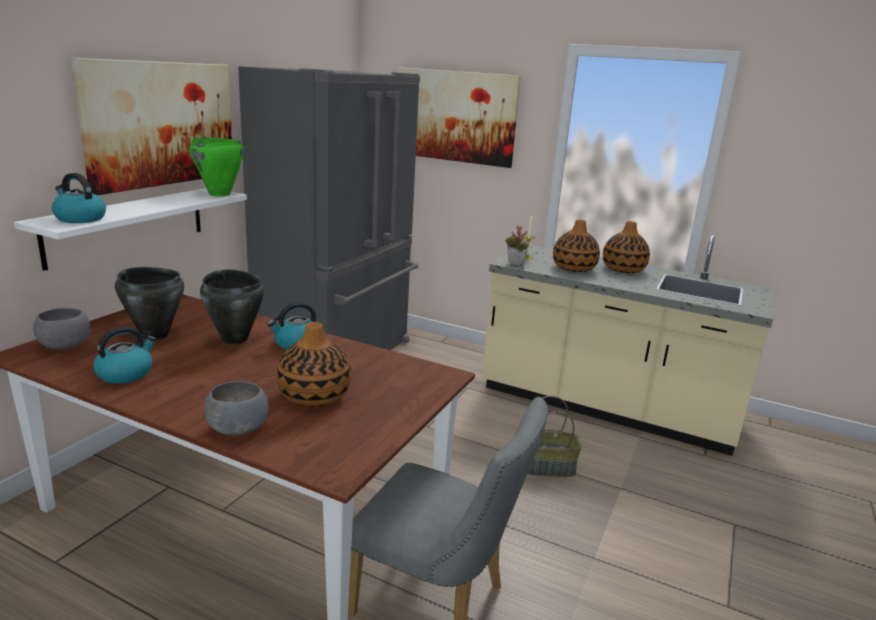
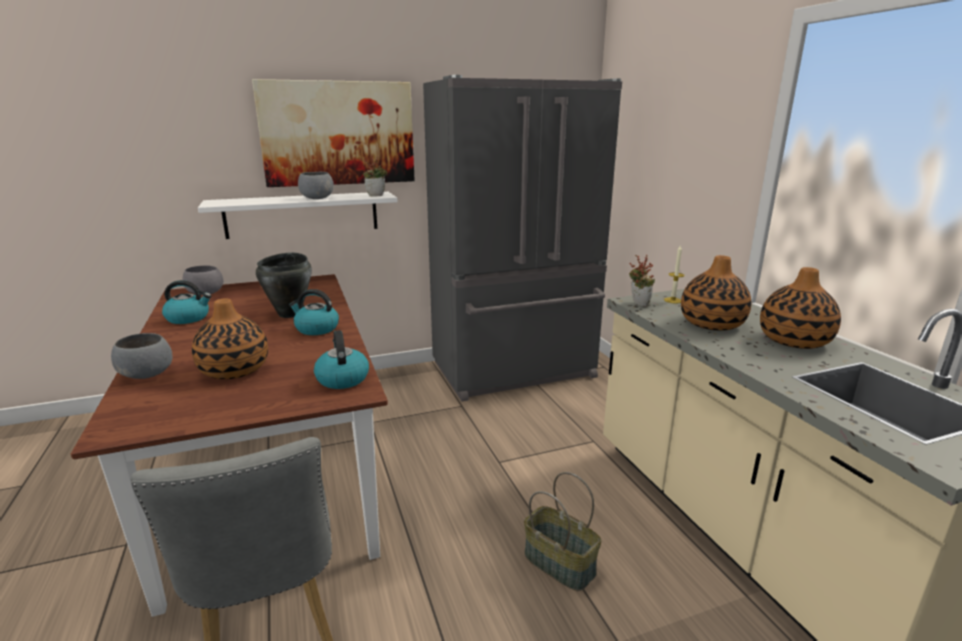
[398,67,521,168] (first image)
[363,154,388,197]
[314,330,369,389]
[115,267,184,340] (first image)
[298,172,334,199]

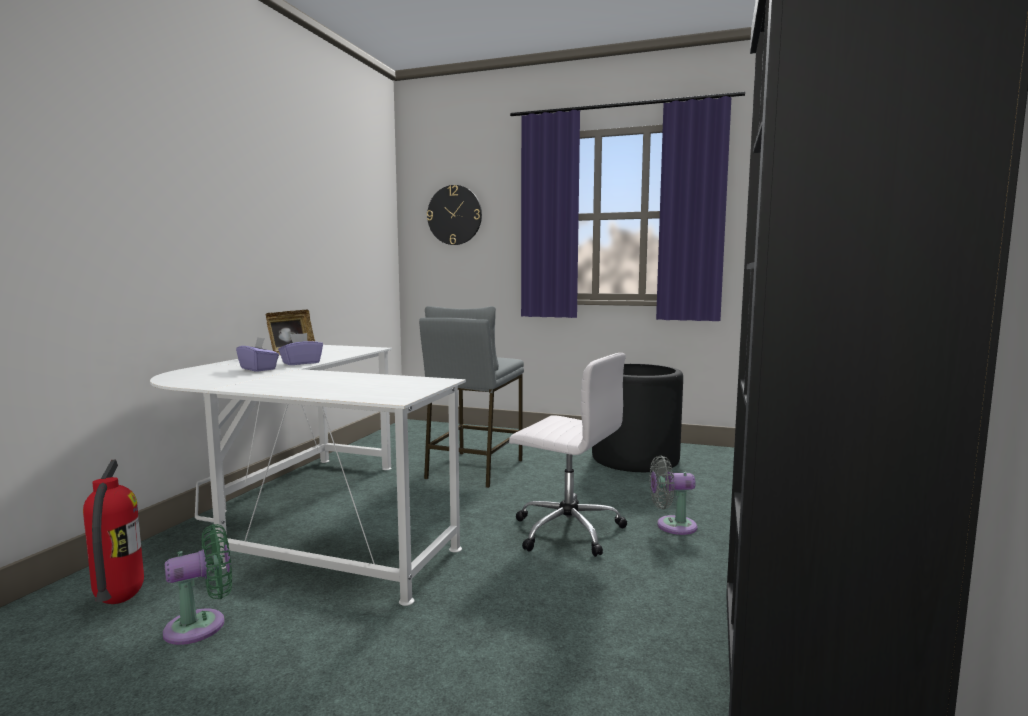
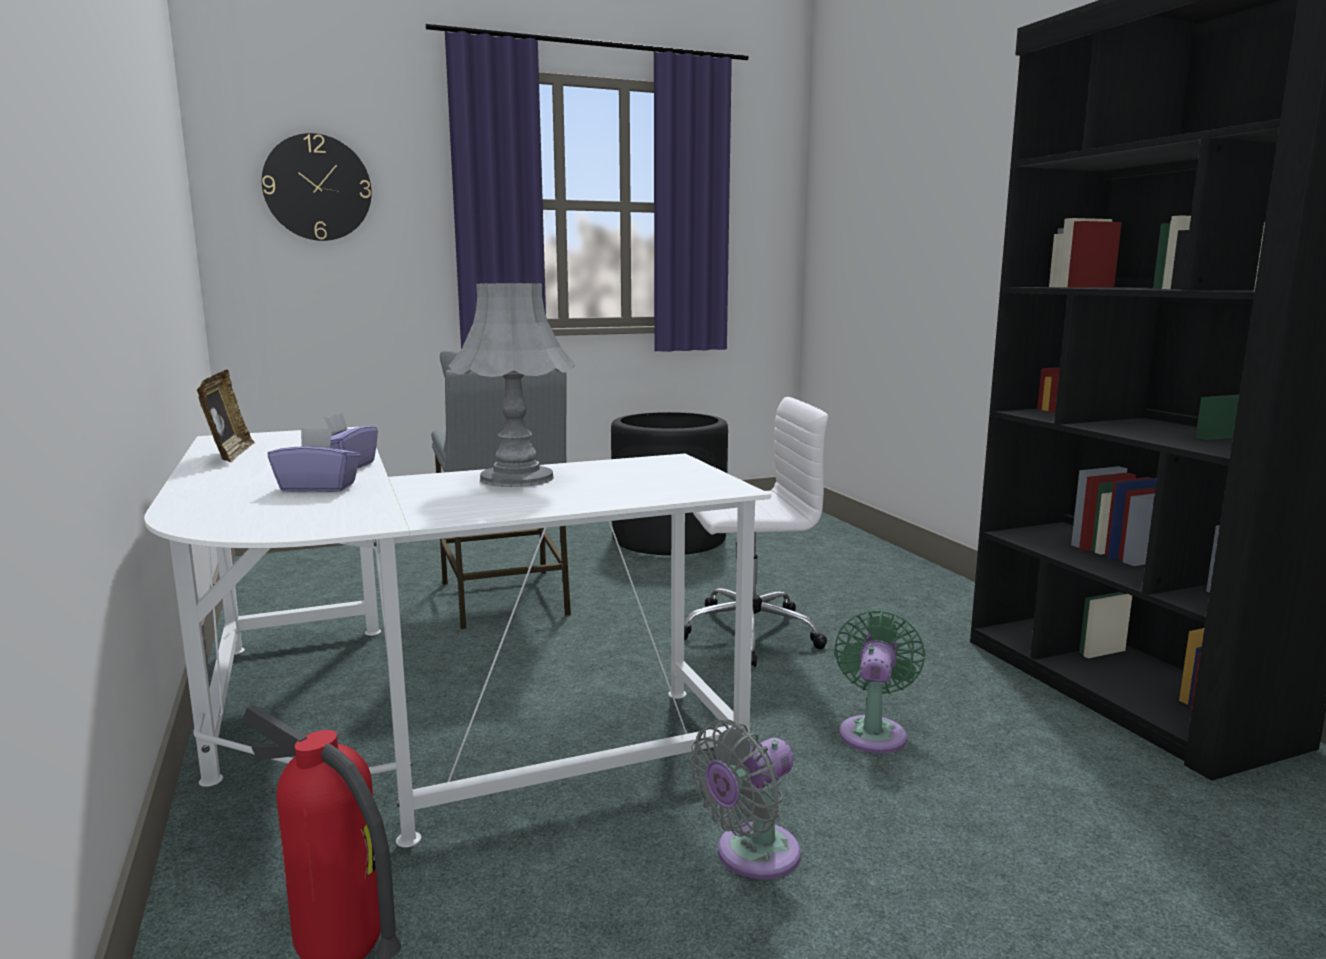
[690,720,801,879]
[834,610,926,753]
[449,283,575,487]

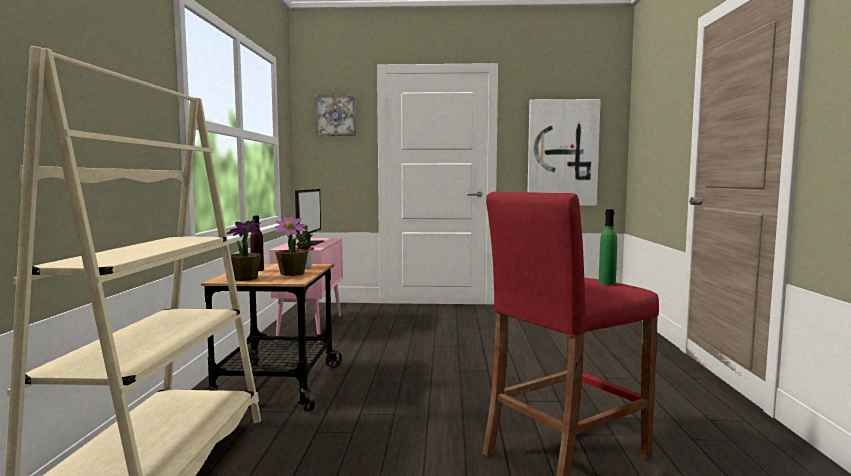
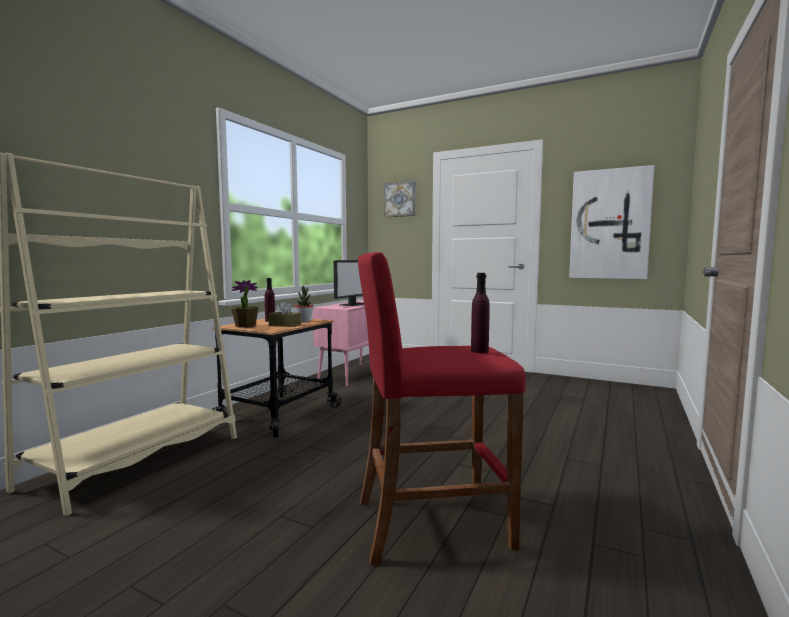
[471,273,490,353]
[268,301,301,327]

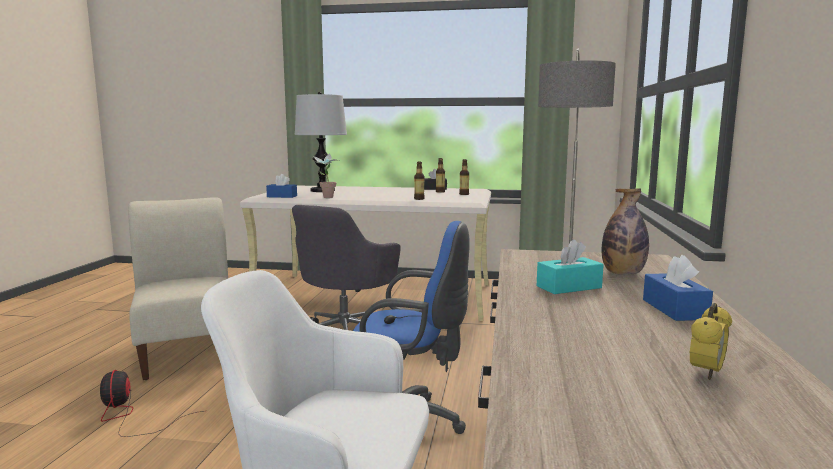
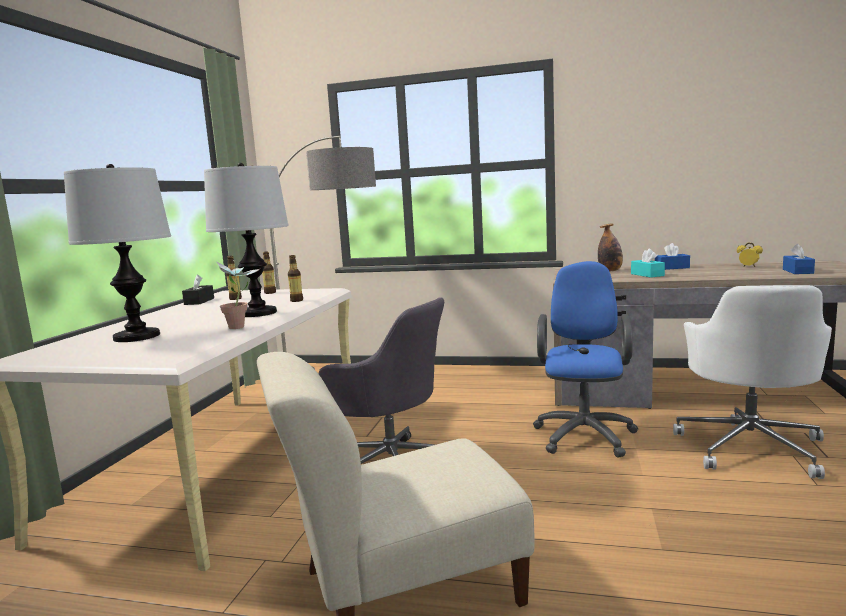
[783,244,815,274]
[100,370,203,437] (first image)
[204,163,289,317]

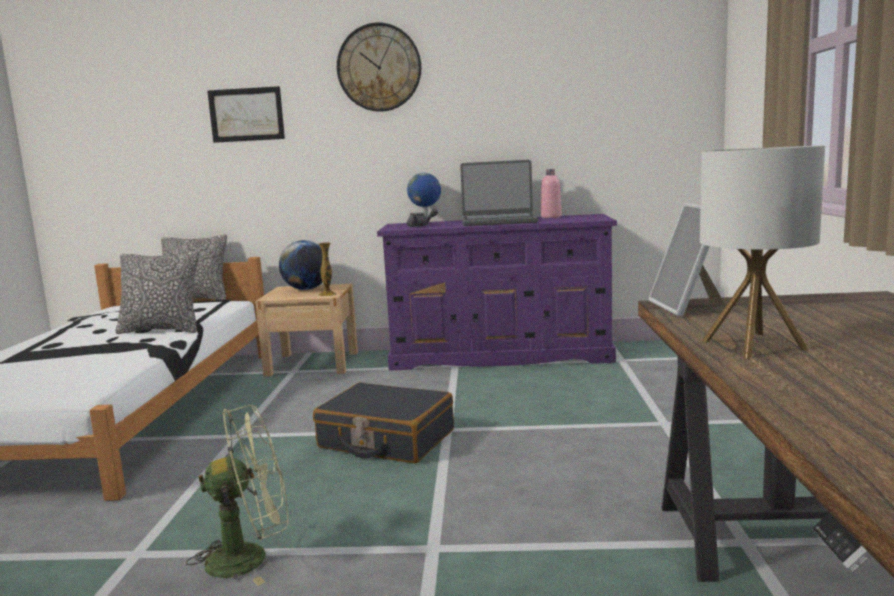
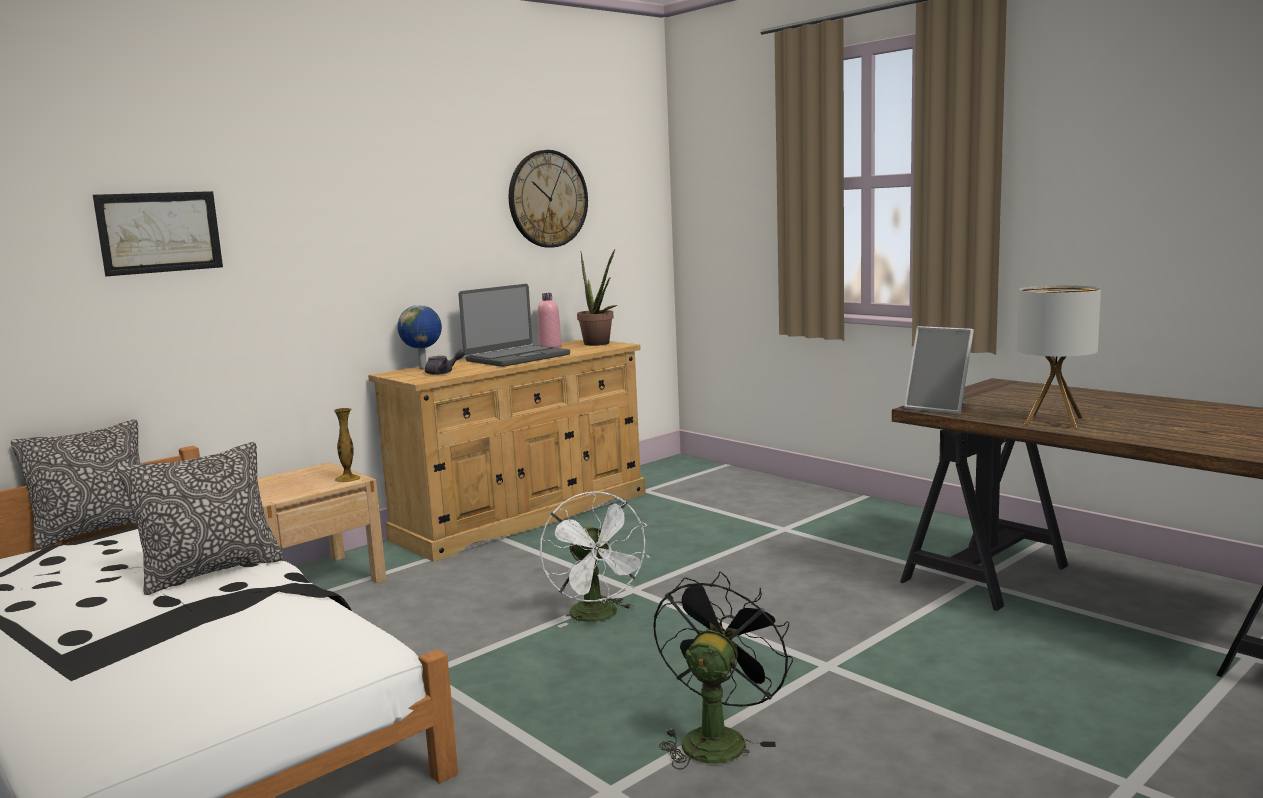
[509,150,588,247]
[368,339,646,562]
[279,240,322,290] (first image)
[540,491,650,628]
[653,571,793,770]
[577,249,617,346]

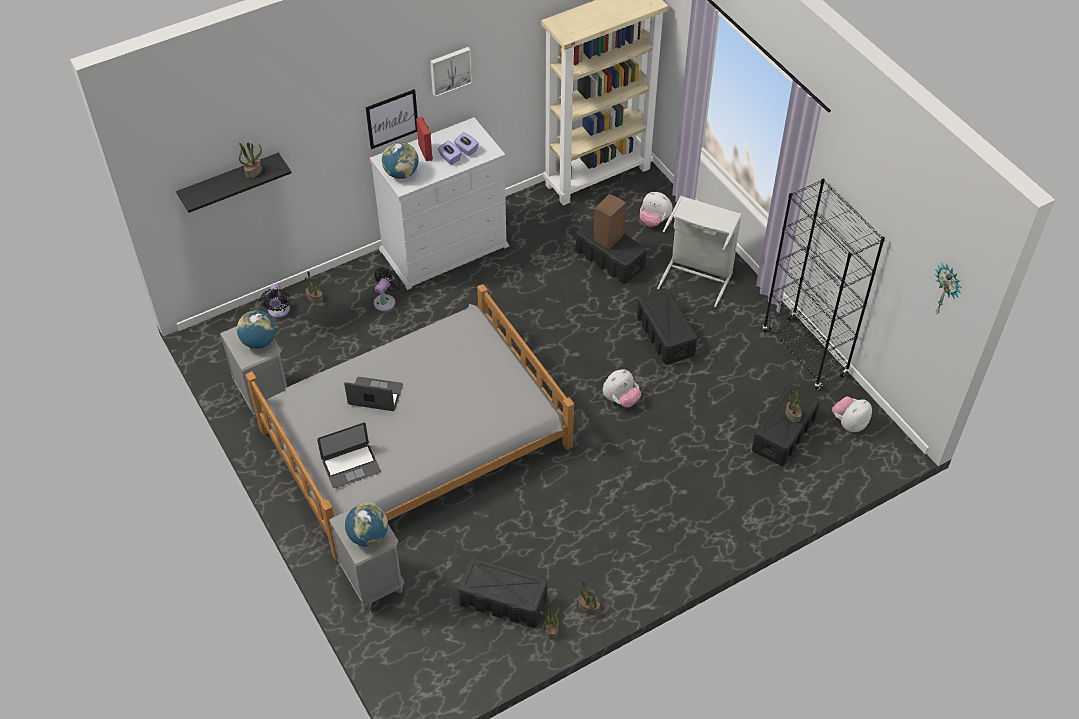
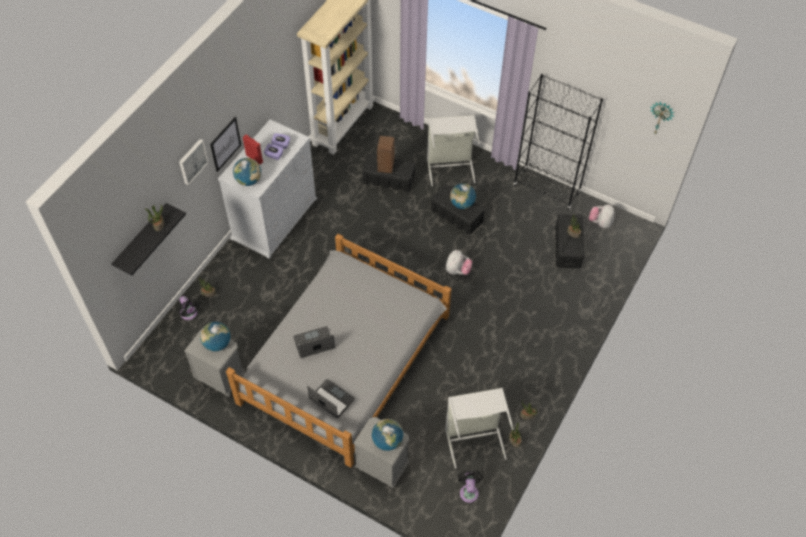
[179,139,209,185]
[640,192,672,227] (first image)
[457,470,483,503]
[307,379,355,418]
[445,388,514,469]
[450,183,476,209]

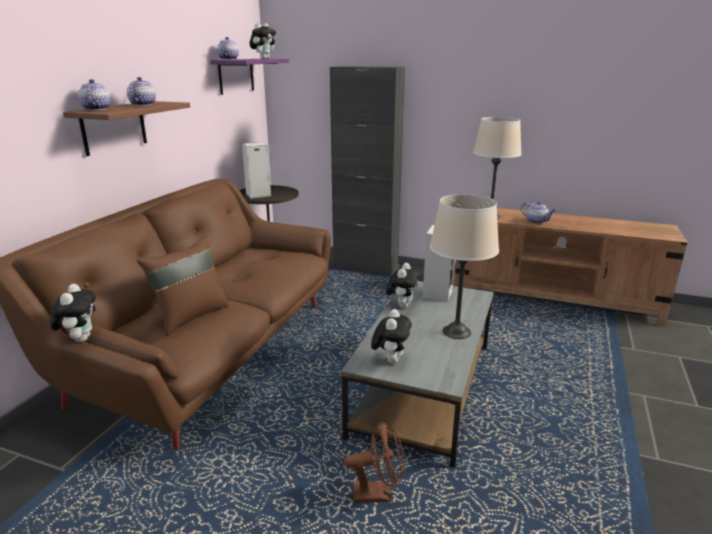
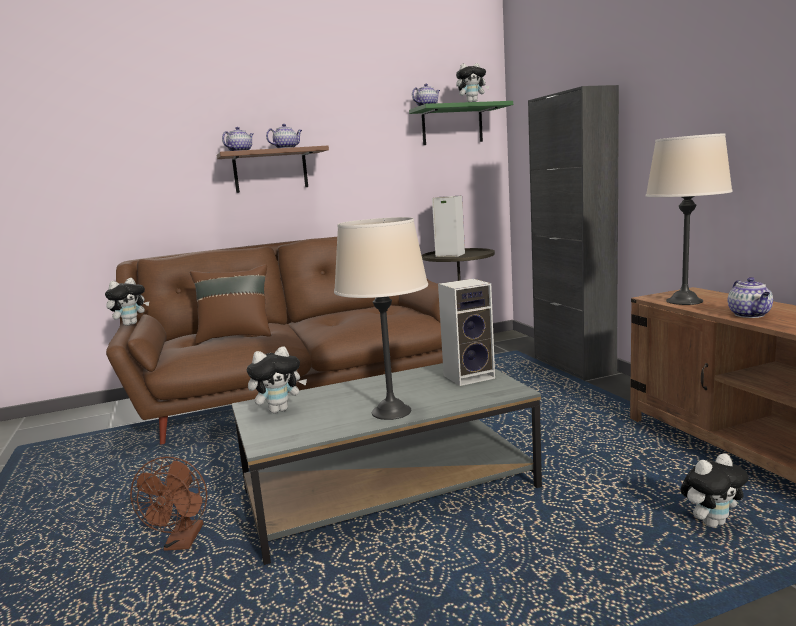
[409,101,513,145]
[681,453,749,528]
[130,456,207,551]

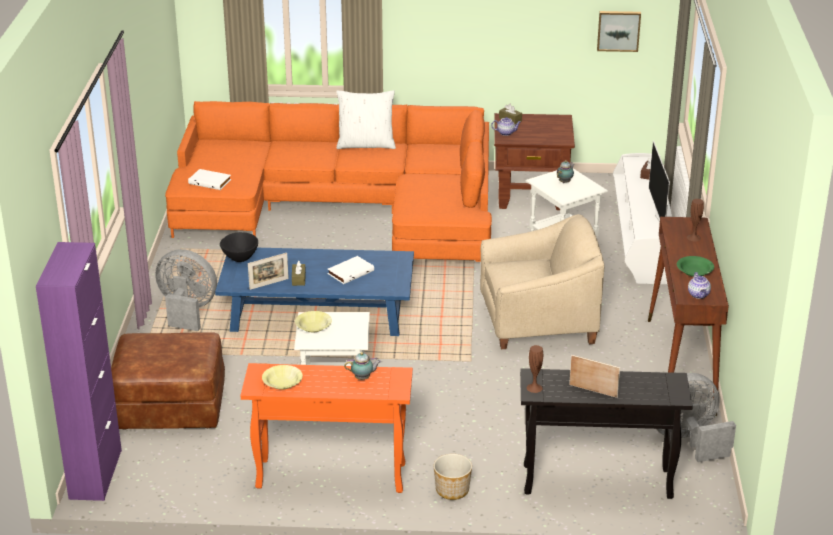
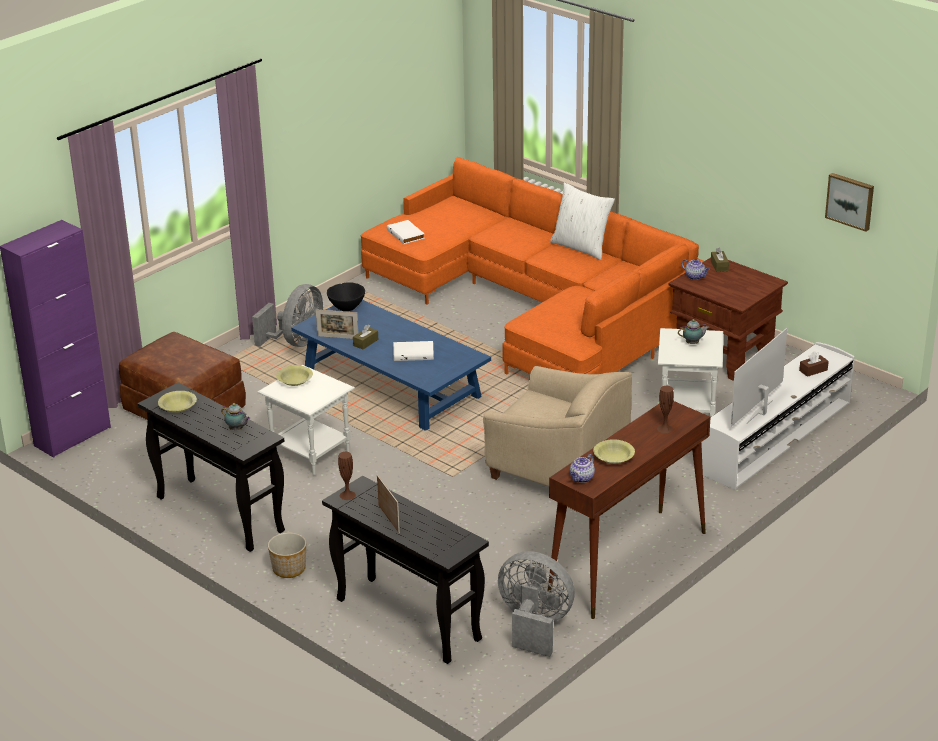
[252,284,323,347]
[593,439,635,464]
[138,382,285,552]

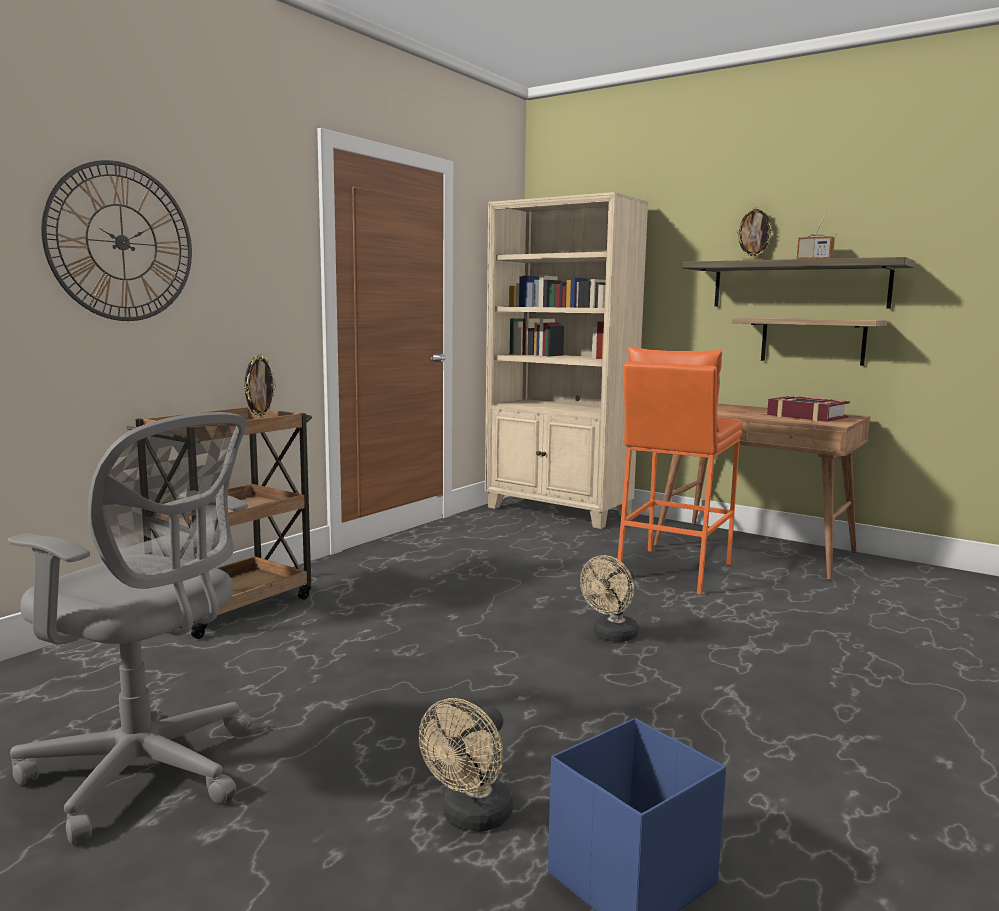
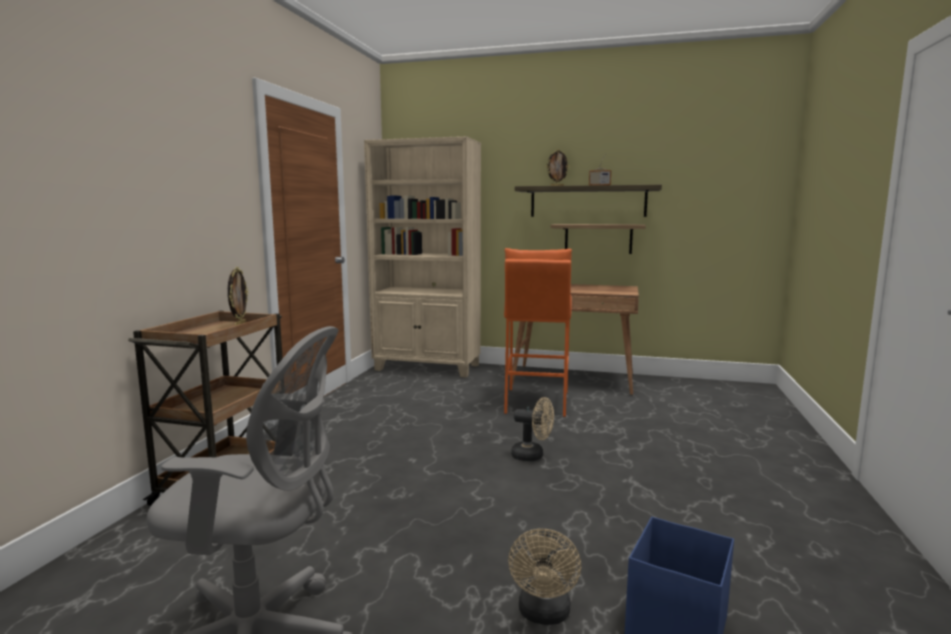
[41,160,192,321] (first image)
[767,396,850,422] (first image)
[511,397,554,461]

